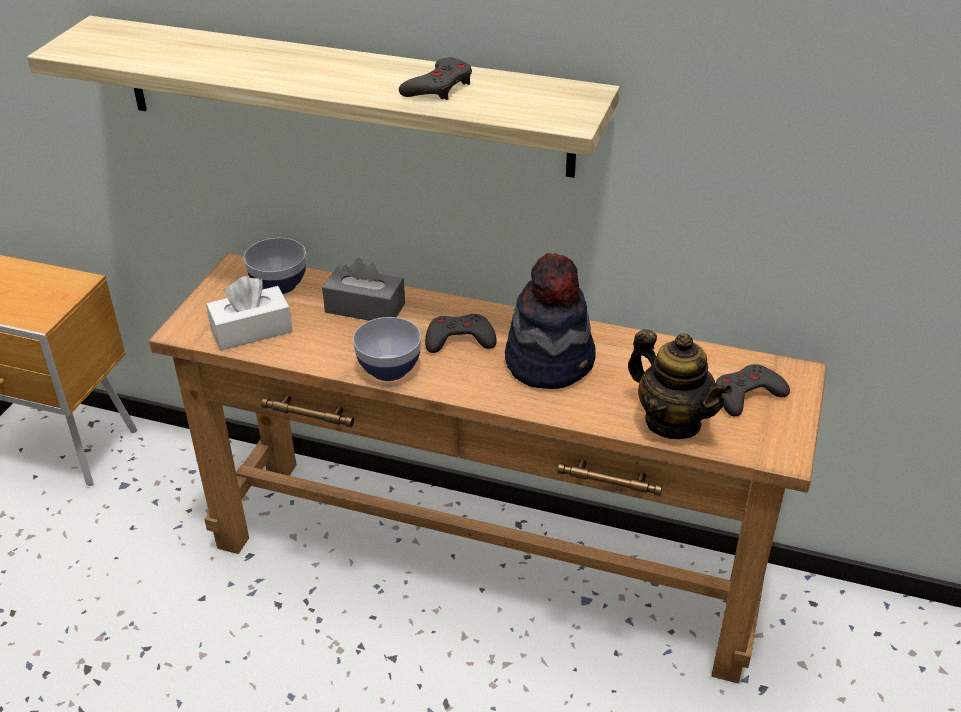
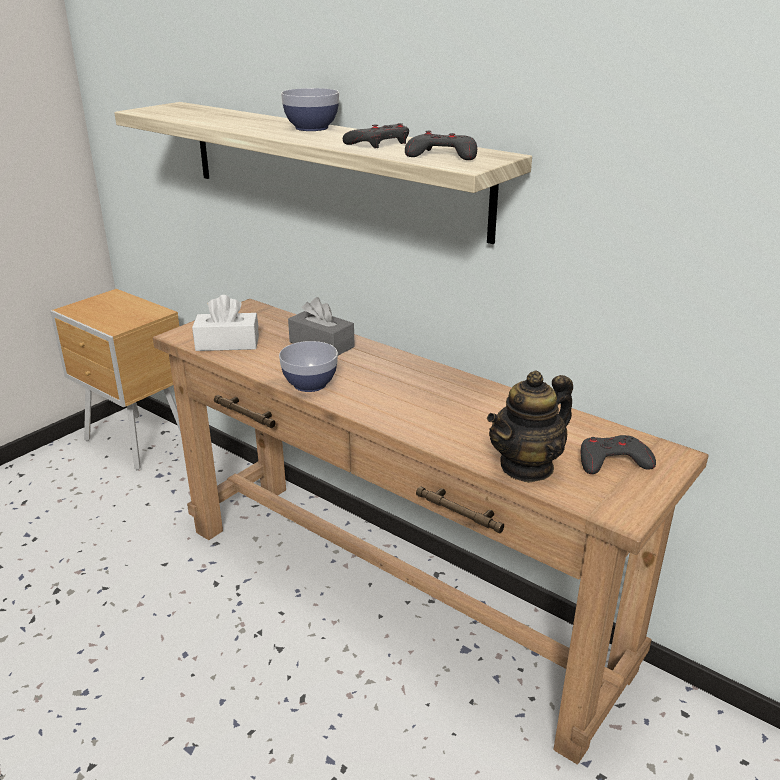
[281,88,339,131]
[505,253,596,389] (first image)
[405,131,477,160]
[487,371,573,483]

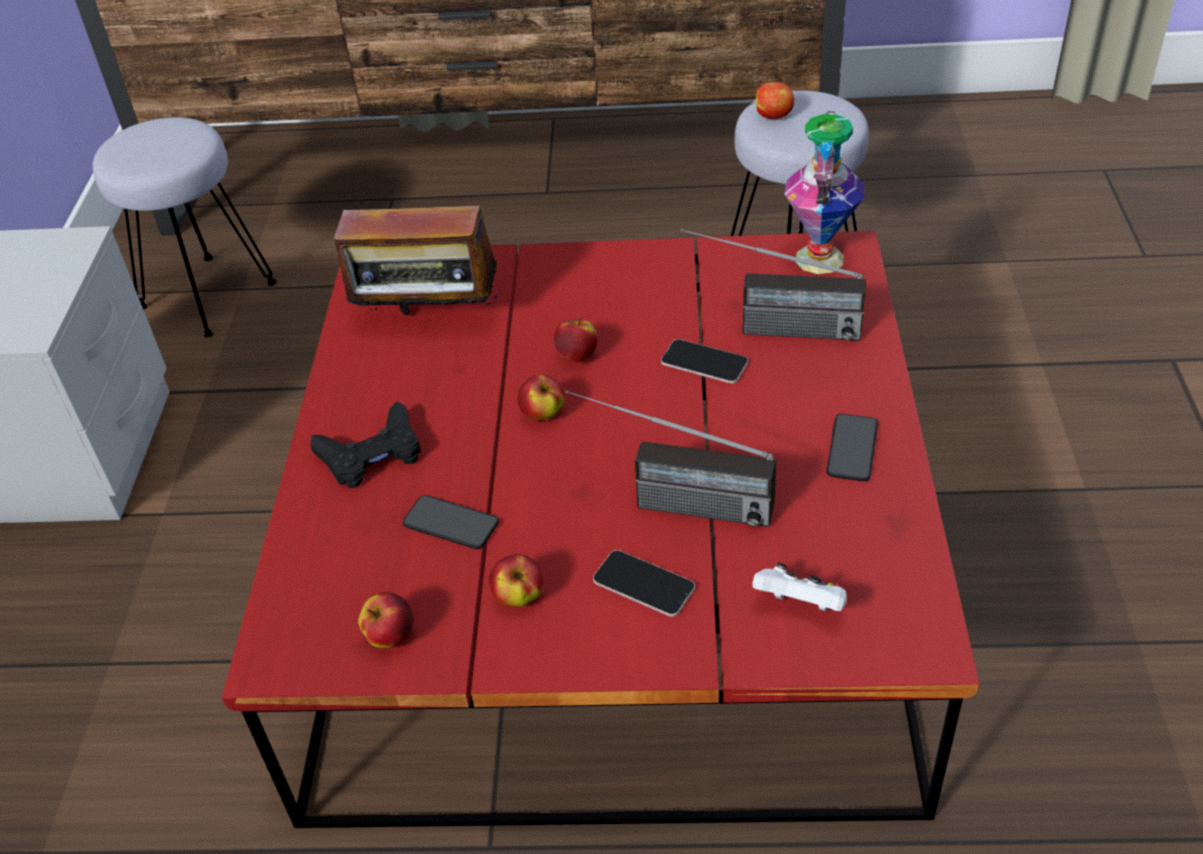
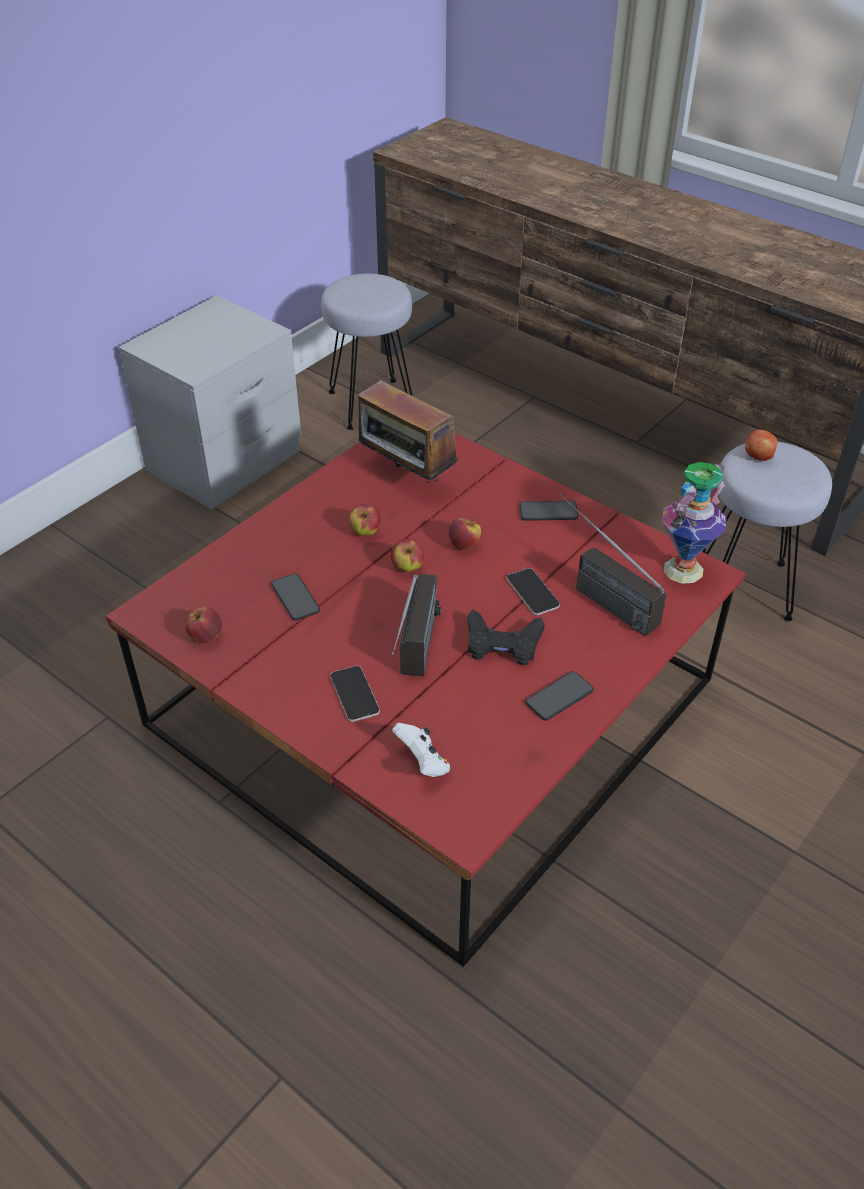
[392,574,441,677]
[467,609,545,665]
[348,504,381,536]
[519,501,578,521]

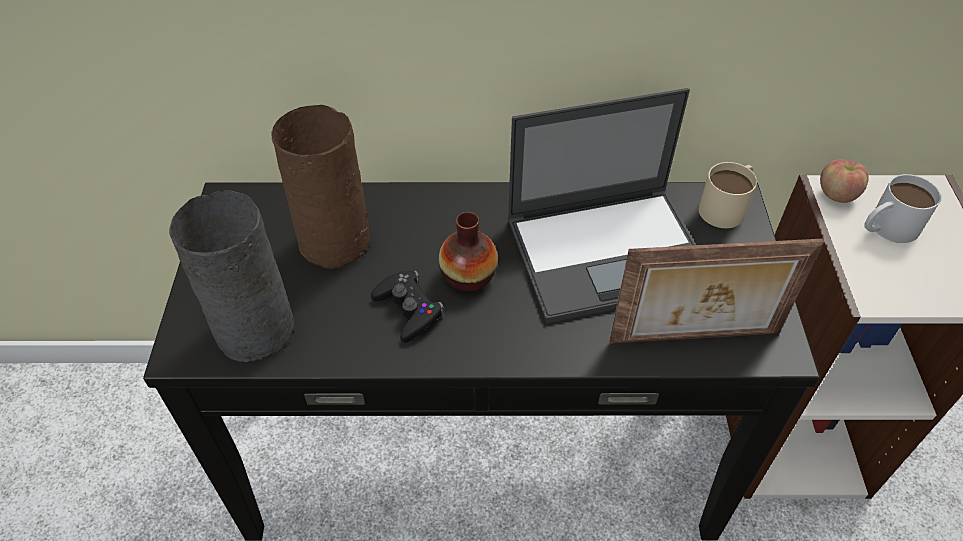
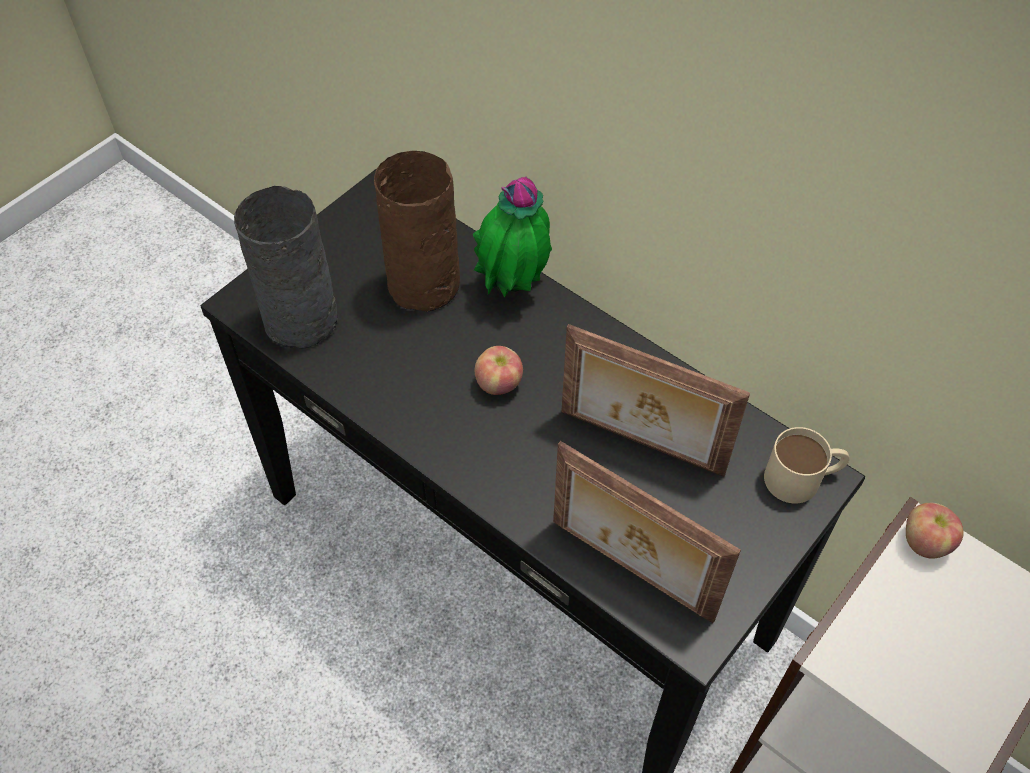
[561,324,750,477]
[864,174,941,243] (first image)
[475,346,523,395]
[371,270,443,343] (first image)
[473,177,552,297]

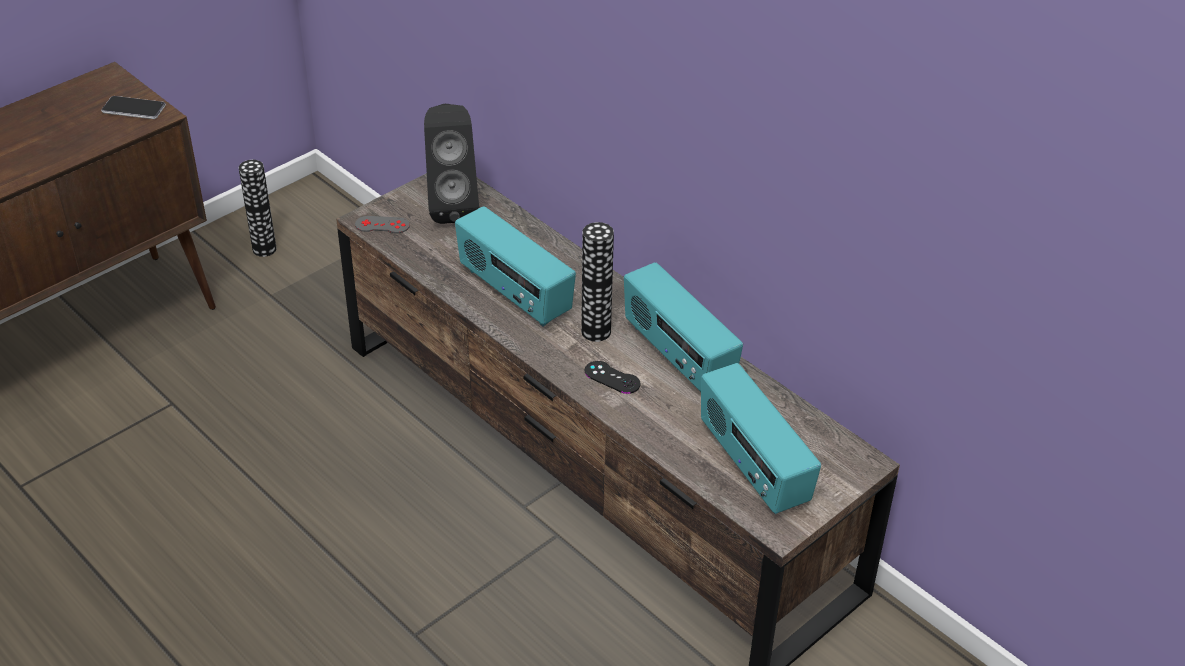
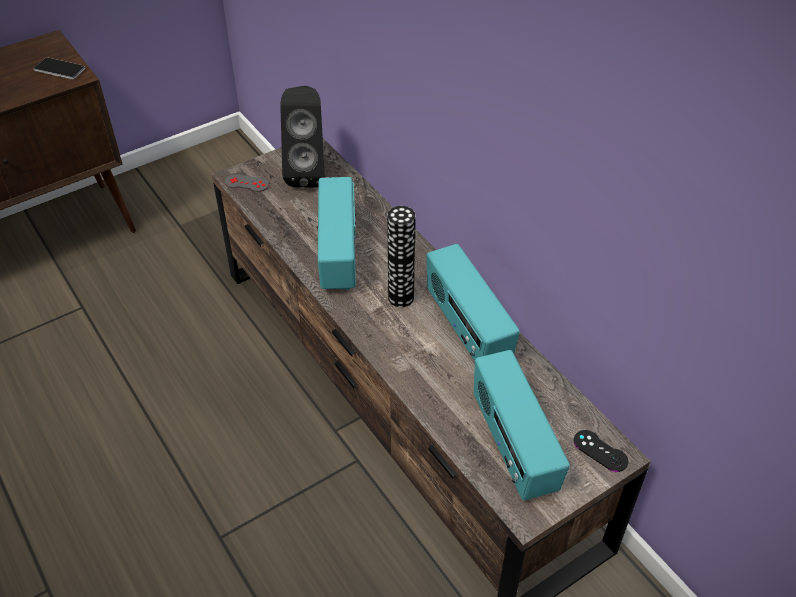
[239,160,277,257] (first image)
[318,177,356,290]
[574,430,628,472]

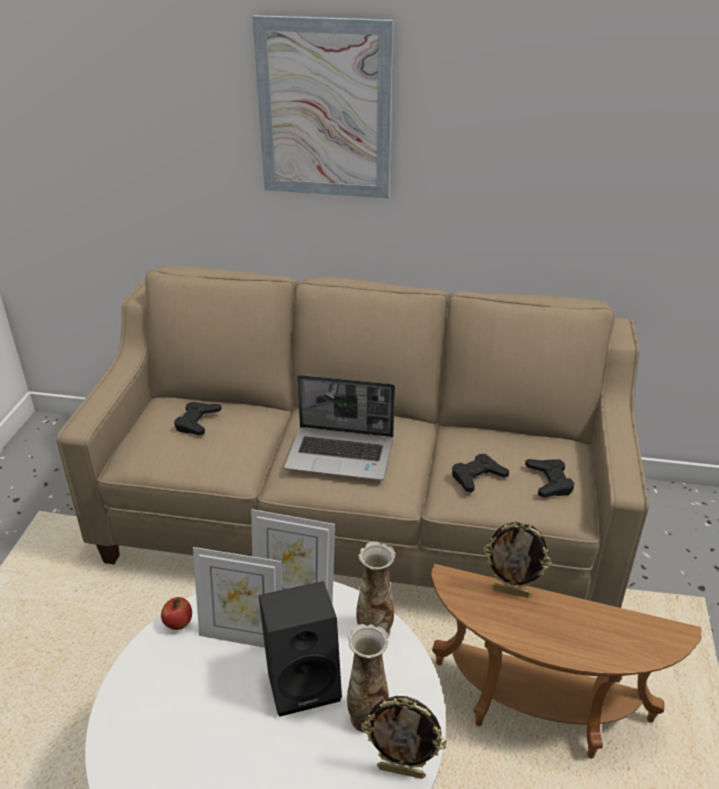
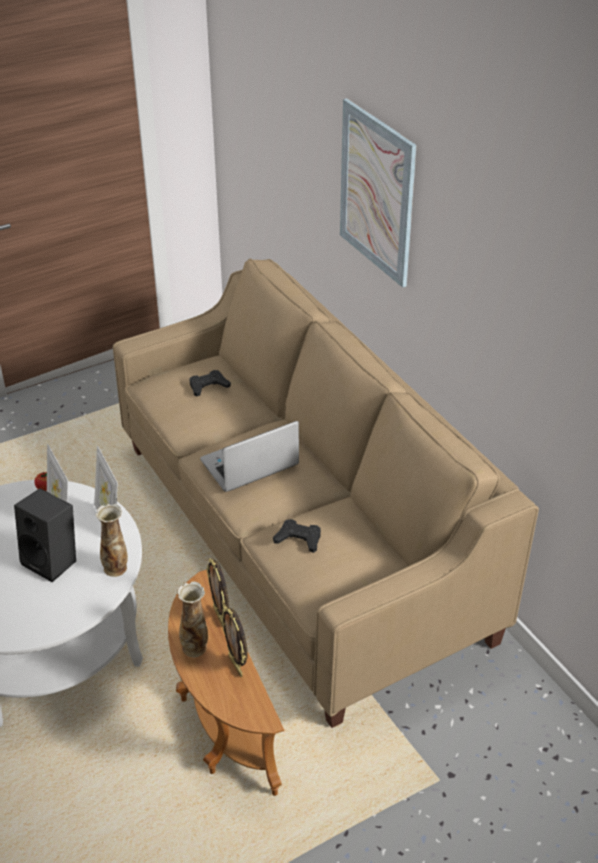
[200,421,299,492]
[525,459,575,497] (first image)
[177,581,208,657]
[221,607,248,677]

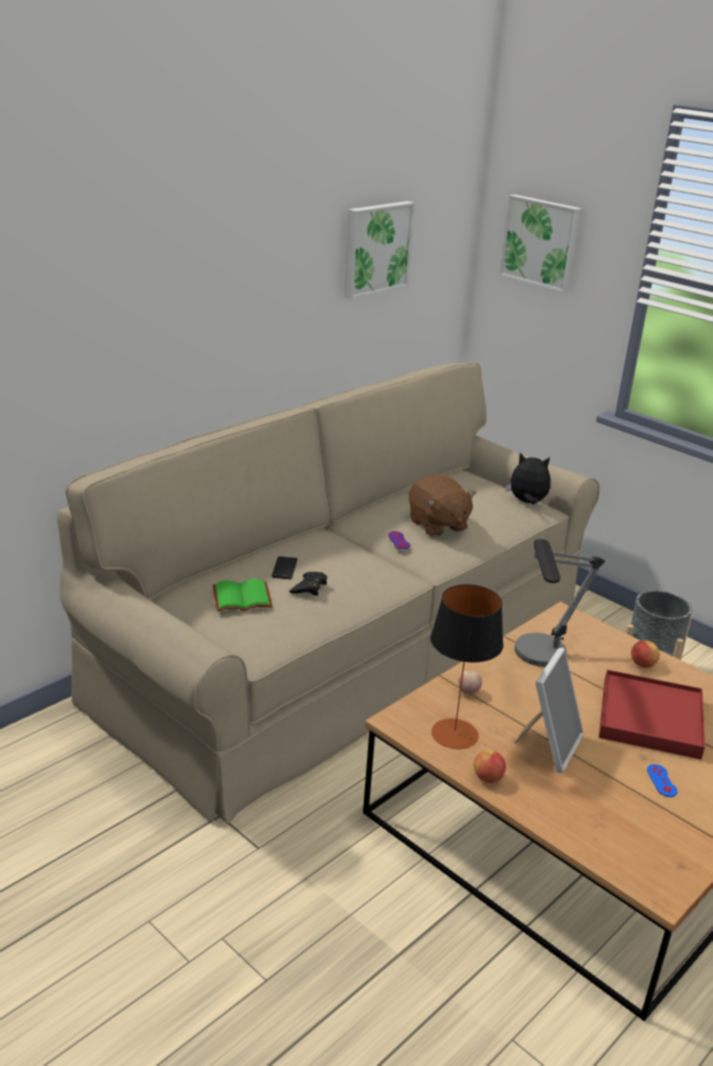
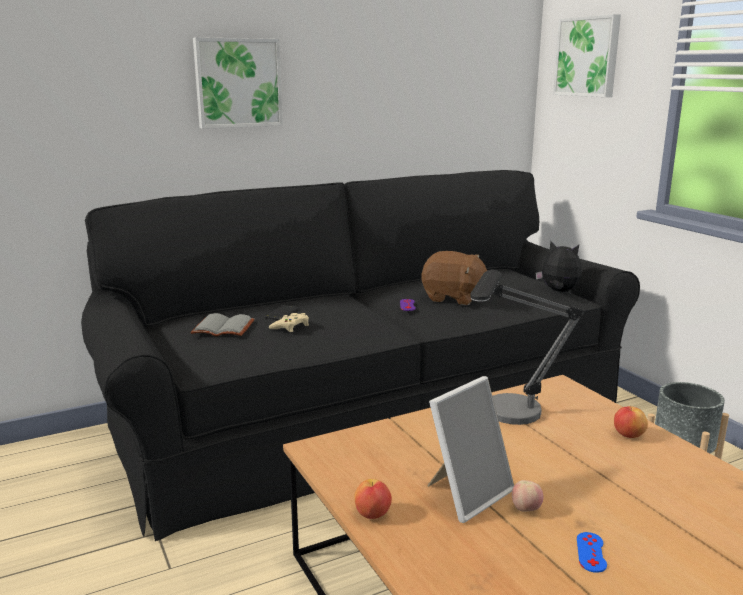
[193,37,283,129]
[81,170,640,541]
[422,251,487,305]
[269,313,309,332]
[190,313,254,336]
[430,584,503,749] (first image)
[599,670,705,759] (first image)
[512,480,543,511]

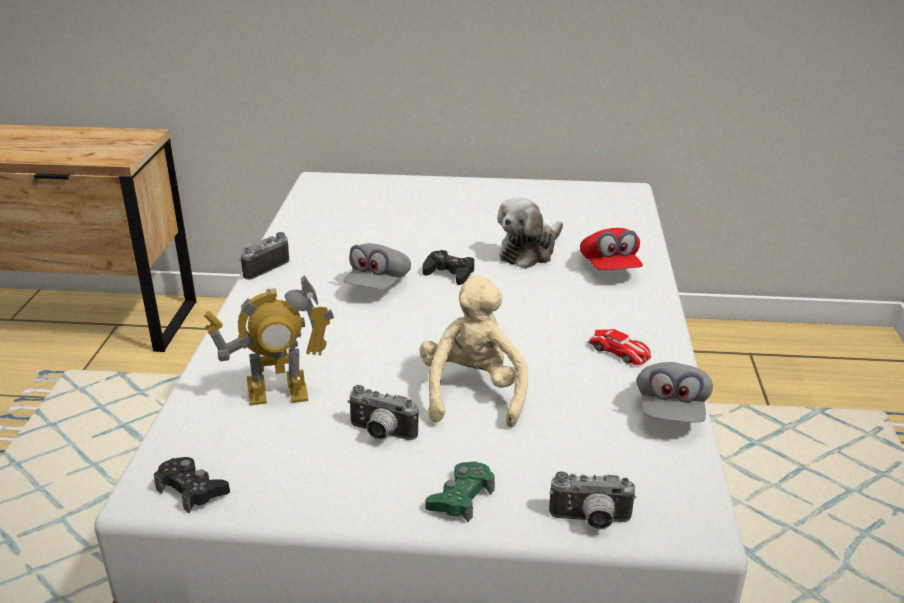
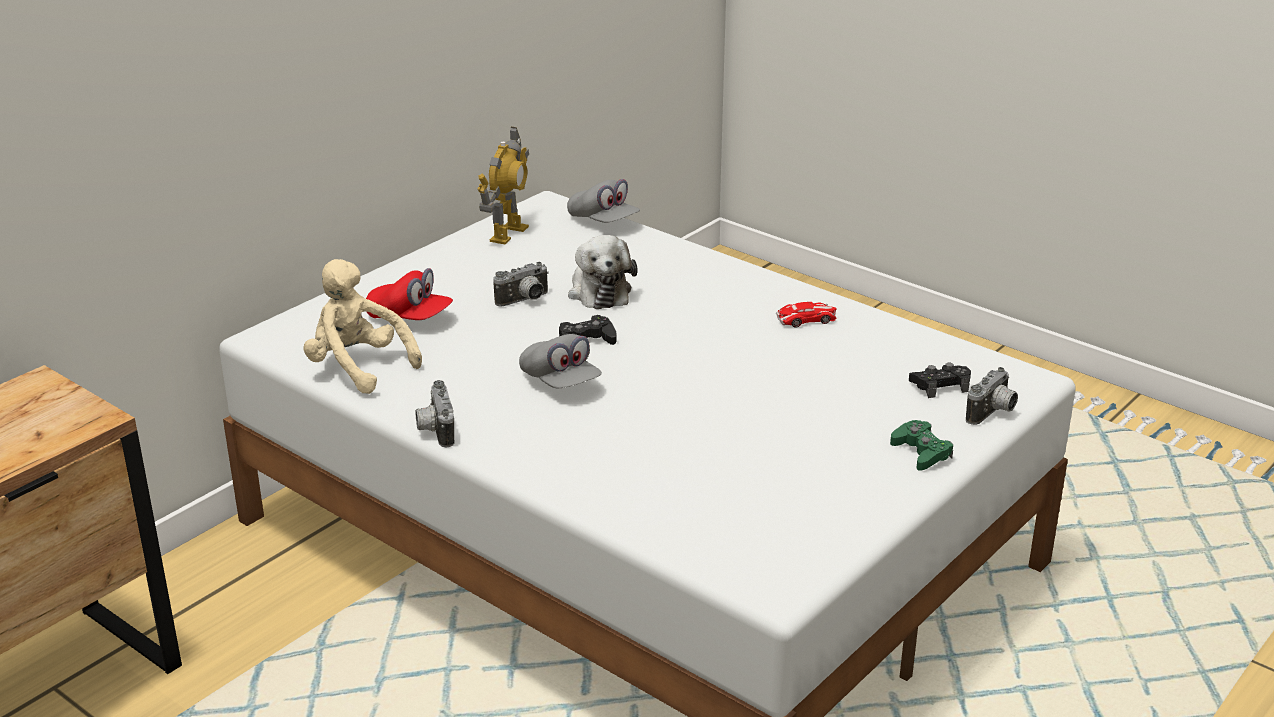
[366,268,453,320]
[478,127,529,244]
[303,259,422,394]
[567,179,640,223]
[493,262,549,307]
[909,363,971,398]

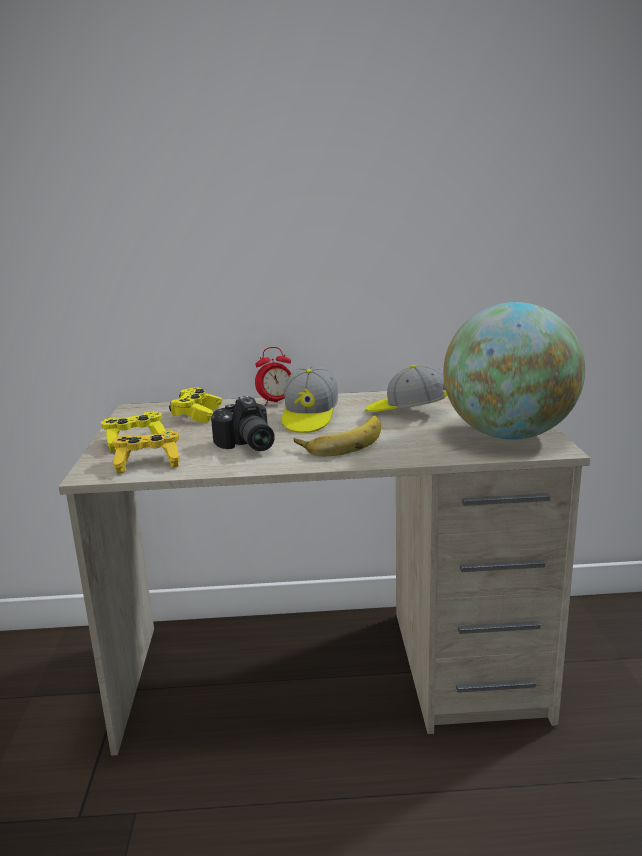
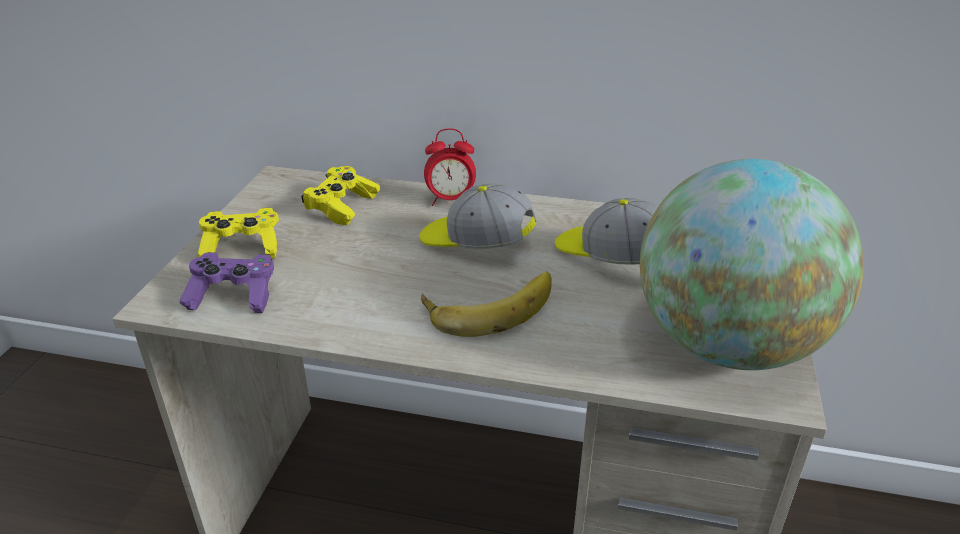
[419,183,537,249]
[211,396,275,451] (first image)
[180,252,274,313]

